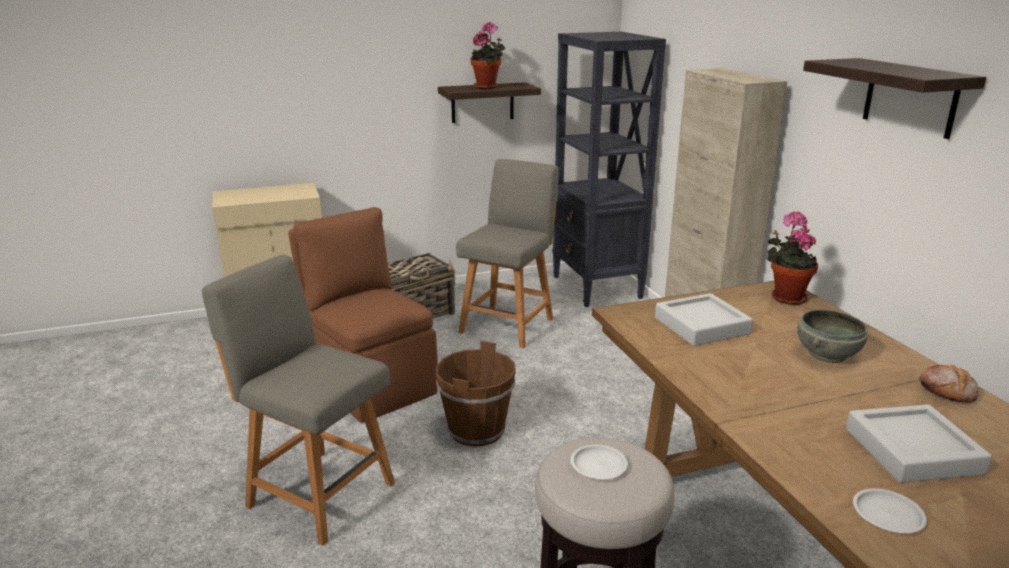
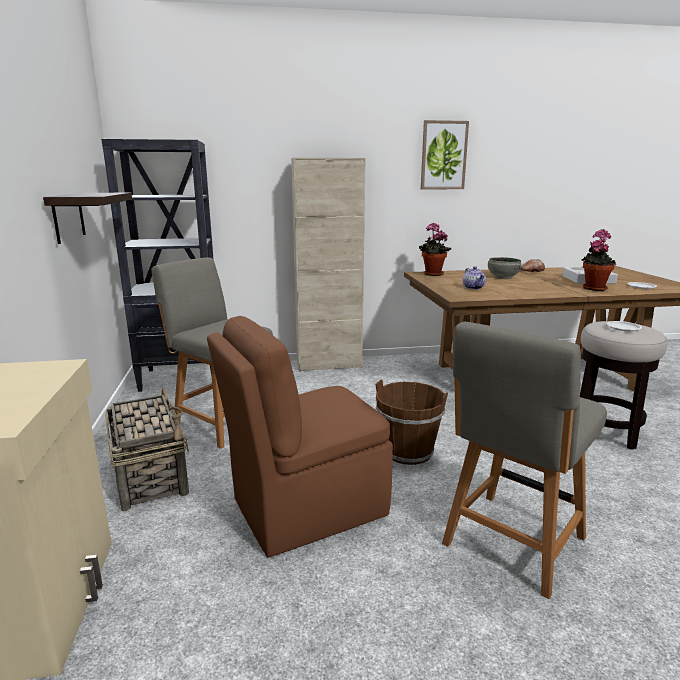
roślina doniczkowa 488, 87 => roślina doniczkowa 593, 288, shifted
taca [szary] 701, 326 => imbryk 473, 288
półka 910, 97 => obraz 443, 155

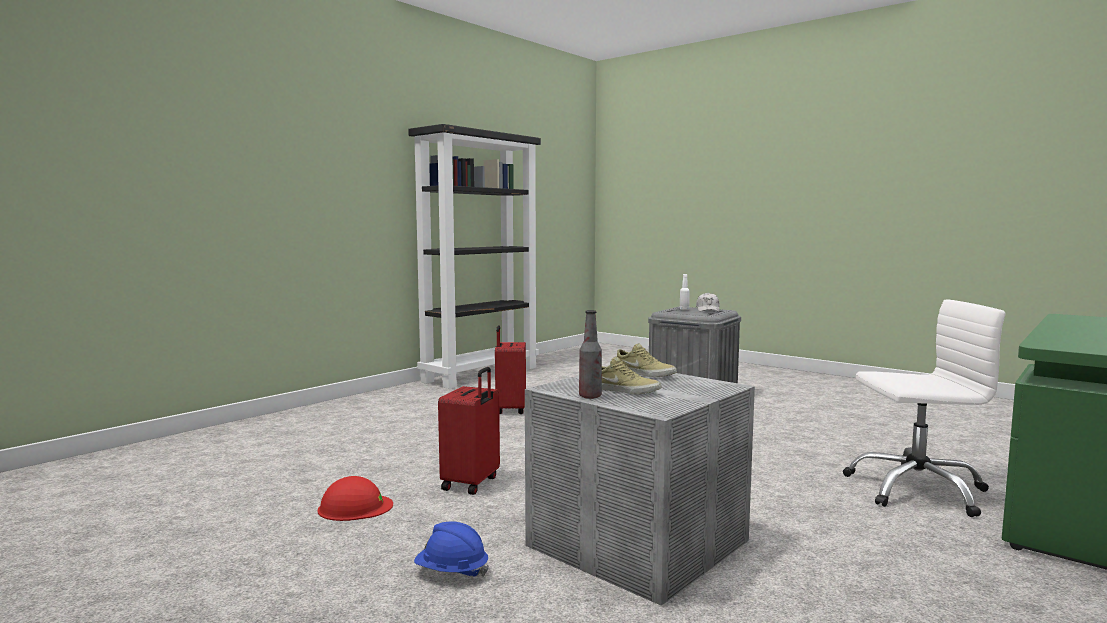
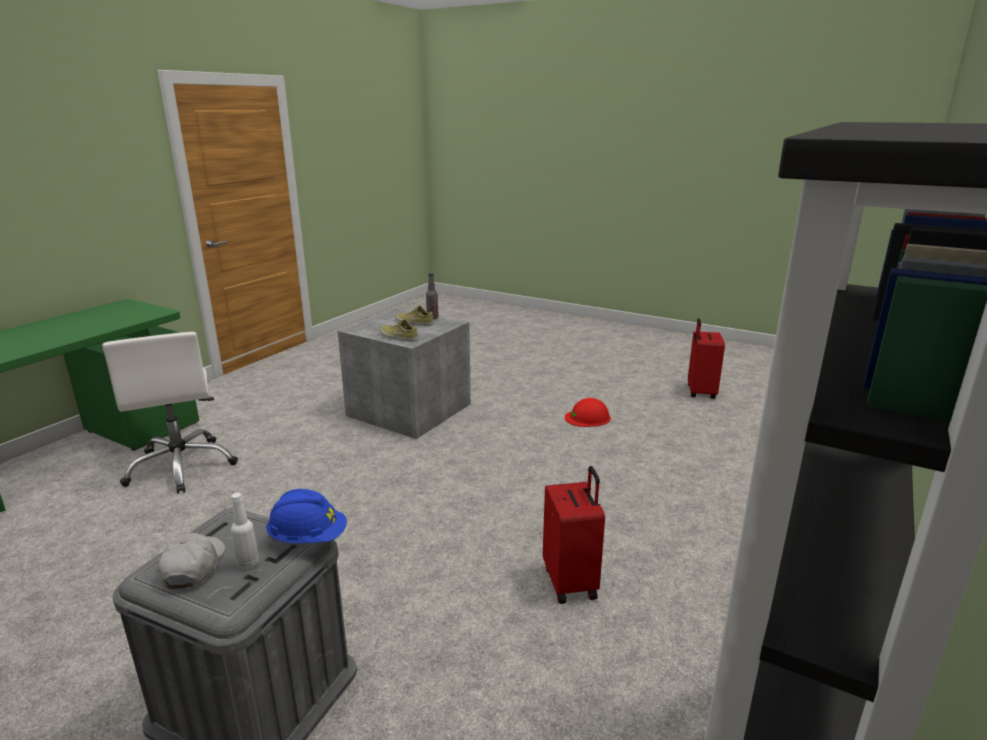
kask [niebieski] 451, 572 => kask [niebieski] 308, 538, shifted
walizka [czerwony] 472, 483 => walizka [czerwony] 700, 392, shifted
krzesło biurowe [biały] 916, 489 => krzesło biurowe [biały] 182, 466, 105 degrees counterclockwise

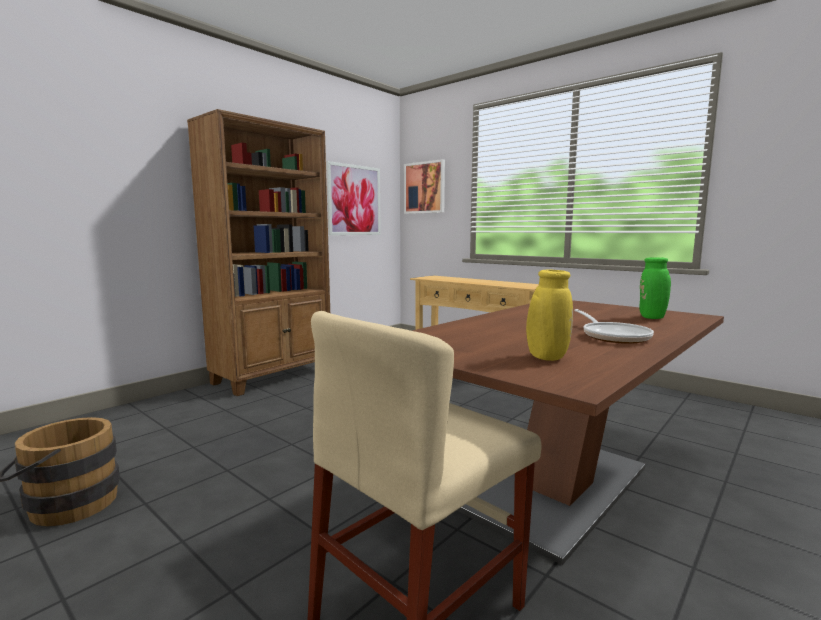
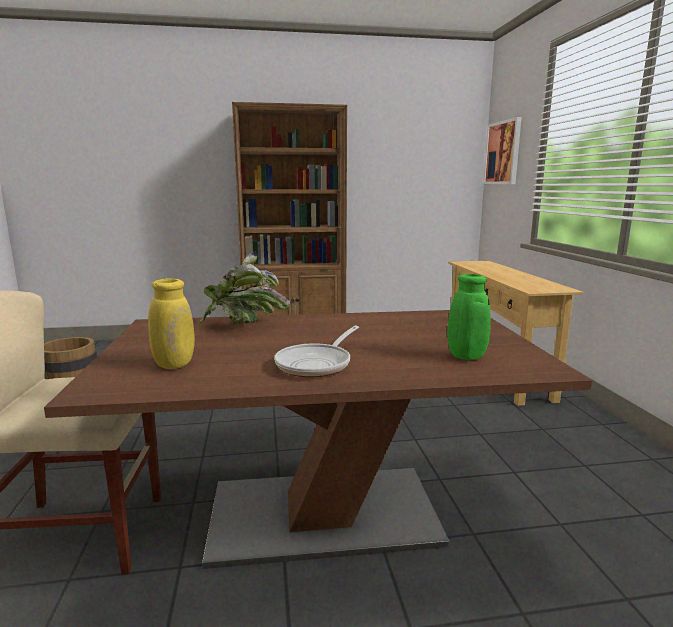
obraz 354, 200 => nothing
nothing => roślina doniczkowa 244, 326

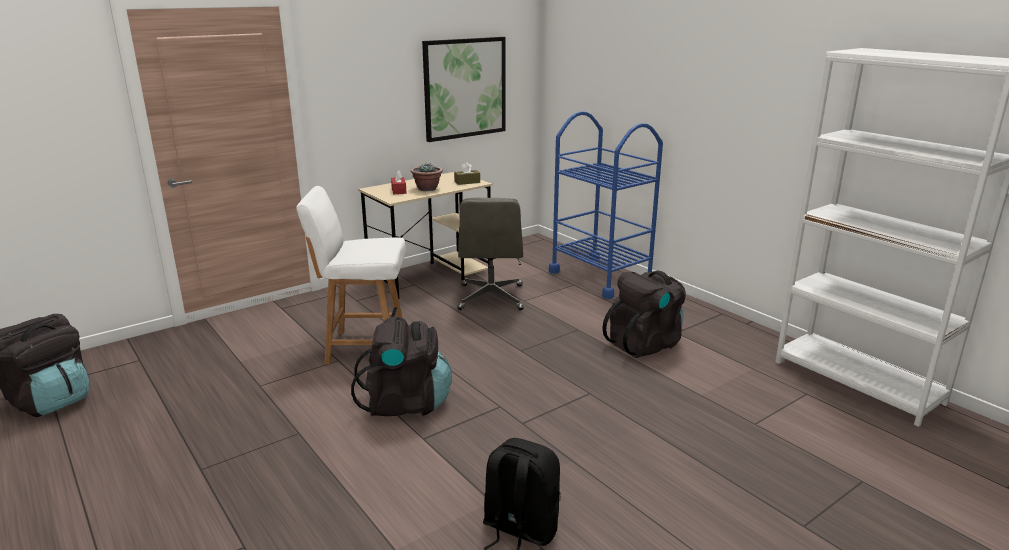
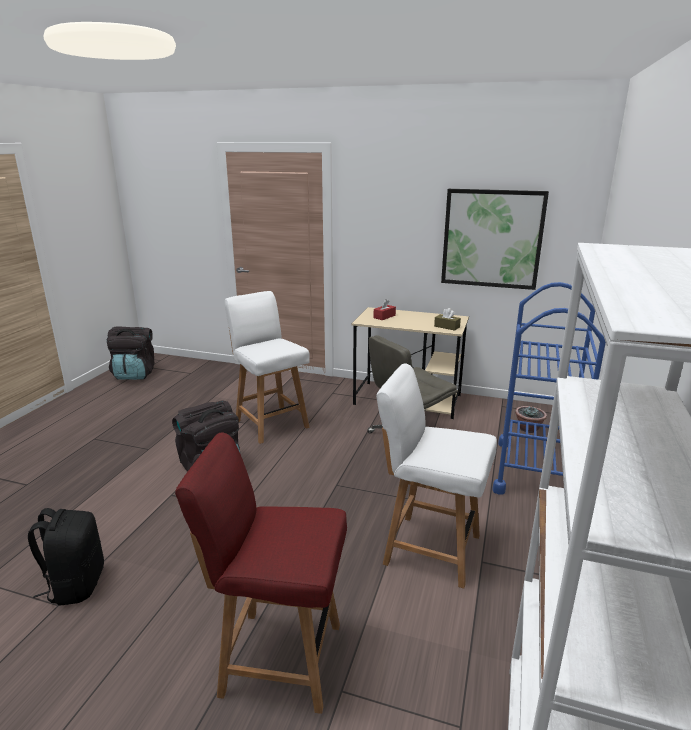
roślina doniczkowa 427, 189 => roślina doniczkowa 528, 429, shifted
plecak [czarny] 645, 344 => krzesło [biały] 429, 548
nothing => krzesło [czerwony] 278, 658

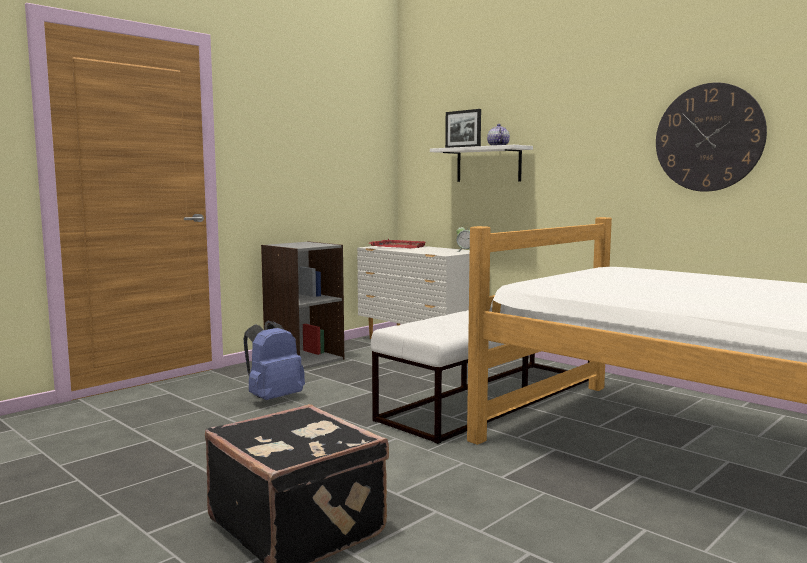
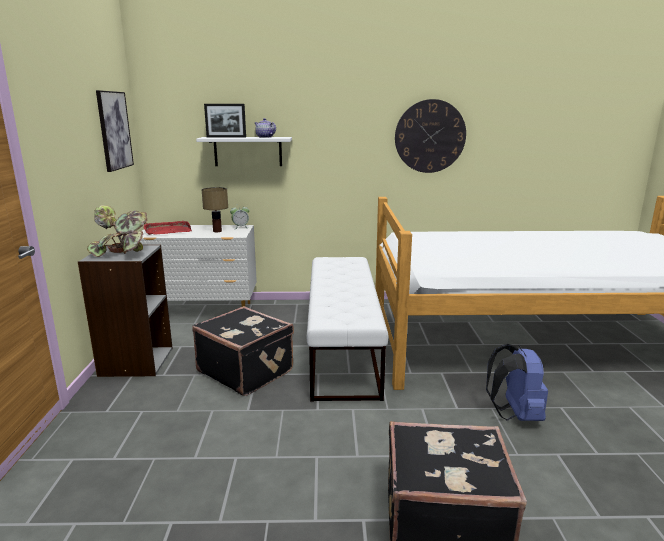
plecak [niebieski] 273, 398 => plecak [niebieski] 515, 415, shifted
nothing => roślina doniczkowa 123, 253
nothing => obraz 114, 130
nothing => walizka [czarny] 246, 371
nothing => lampa stołowa 217, 231

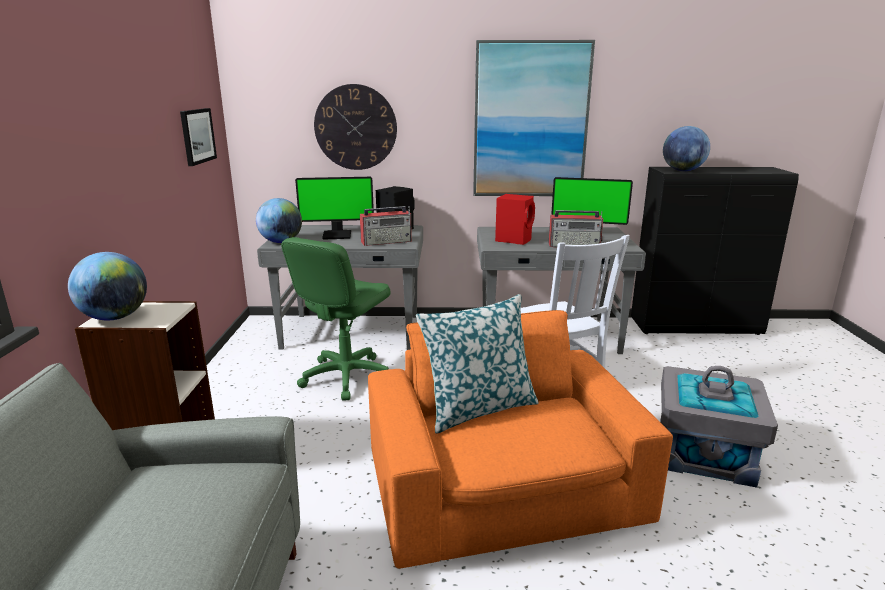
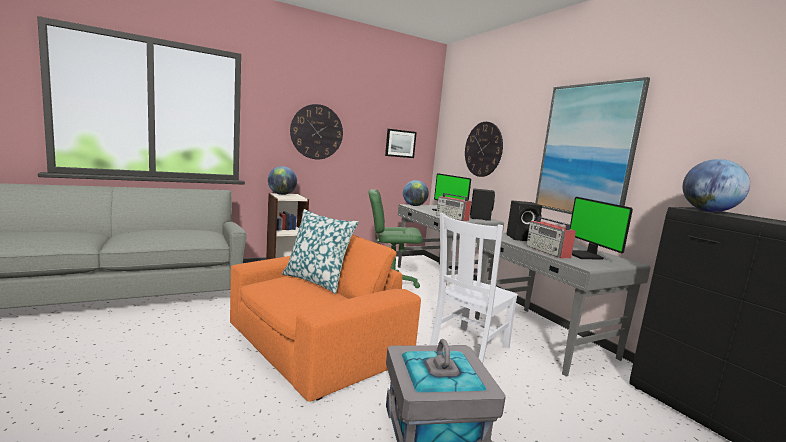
głośnik [czerwony] 514, 240 => głośnik [czarny] 522, 238
nothing => zegar ścienny 317, 132

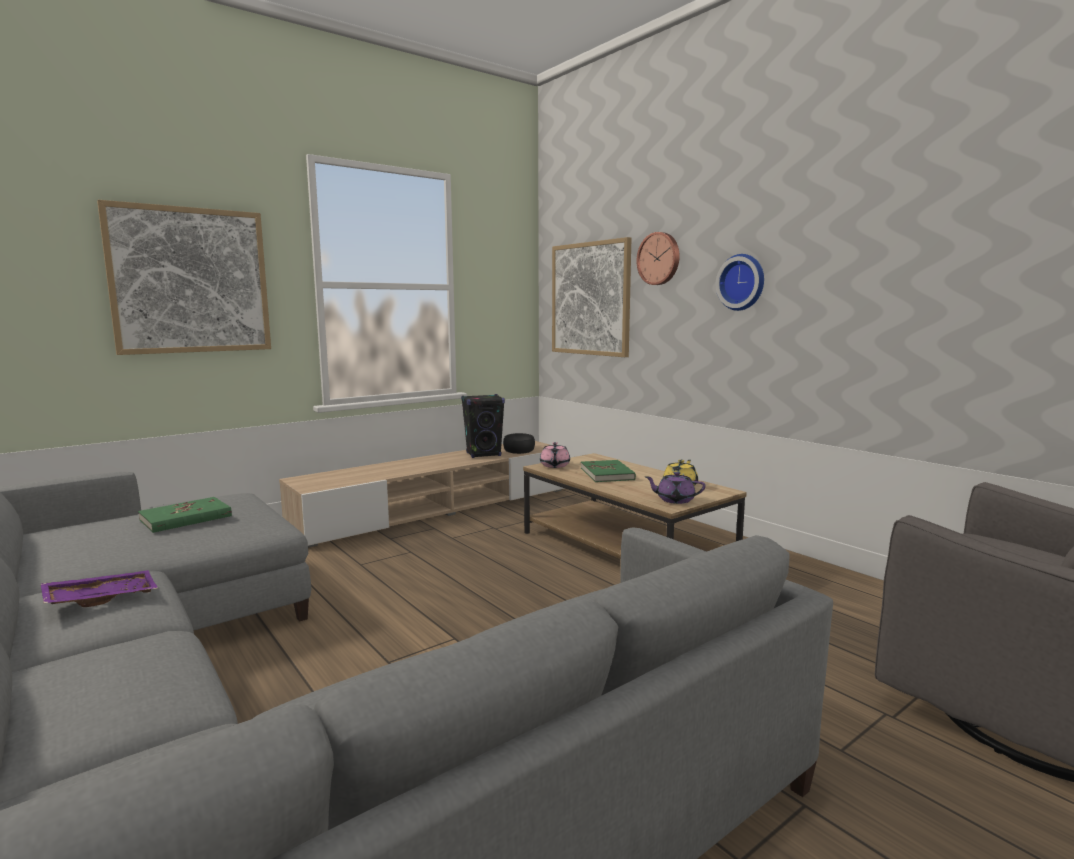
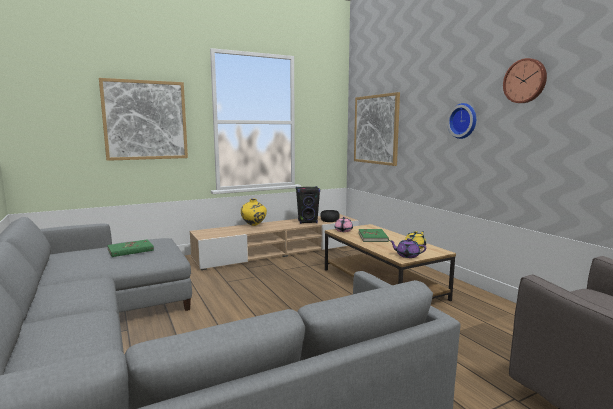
taca [fioletowy] 101, 598 => nothing
zegar ścienny 659, 258 => zegar ścienny 525, 81, shifted
nothing => wazon [żółty] 254, 225

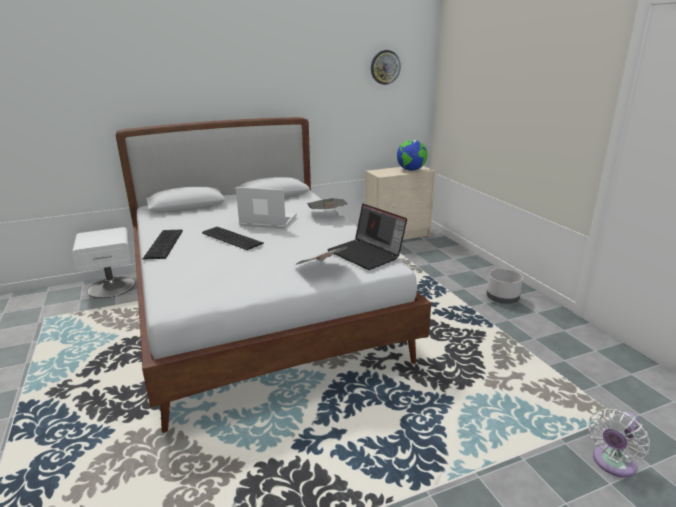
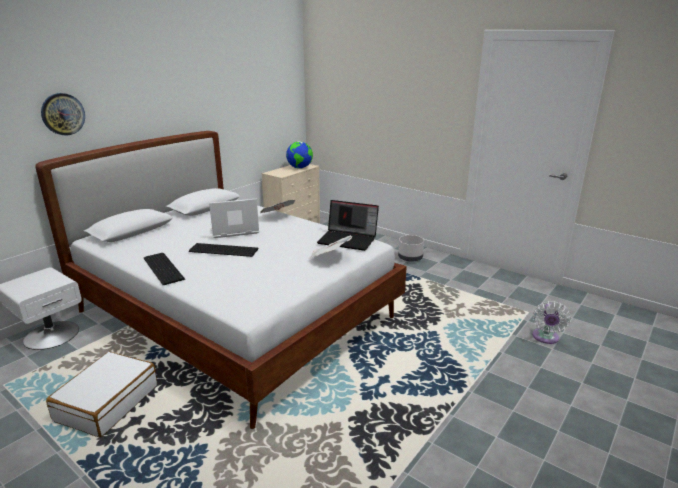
zegar ścienny 385, 67 => zegar ścienny 63, 114, shifted
nothing => walizka [biały] 107, 402

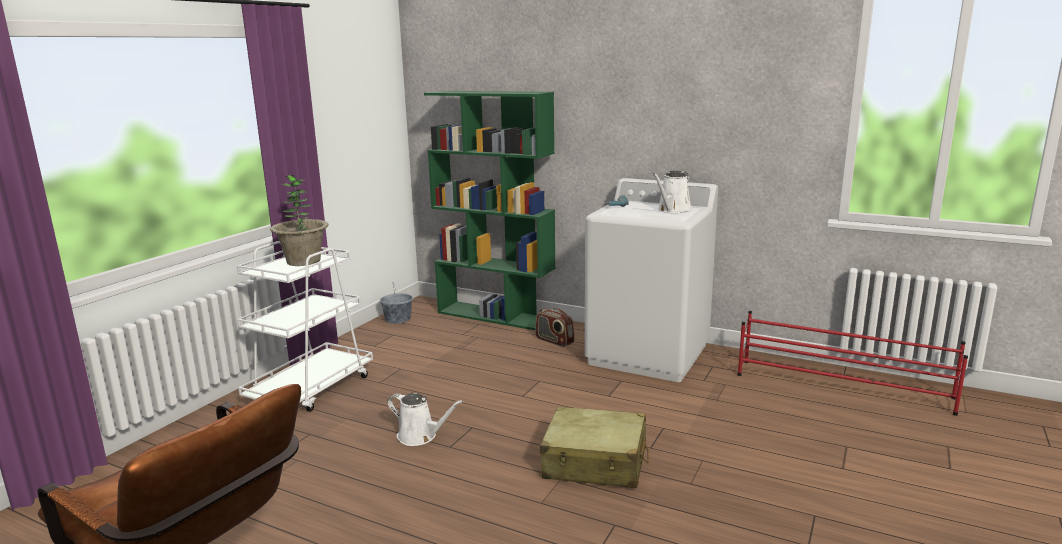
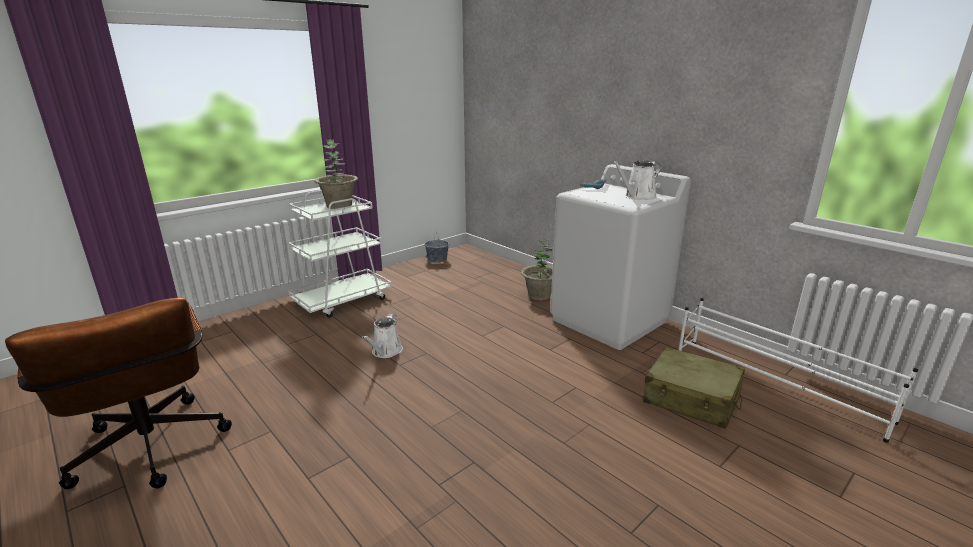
konewka [biały] 420, 436 => konewka [biały] 385, 352, 60 degrees clockwise
regał [zielony] 496, 316 => nothing
radio 554, 341 => roślina doniczkowa 539, 295
walizka [beżowy] 595, 463 => walizka [beżowy] 691, 399, shifted
regał na buty [czerwony] 843, 386 => regał na buty [biały] 776, 386

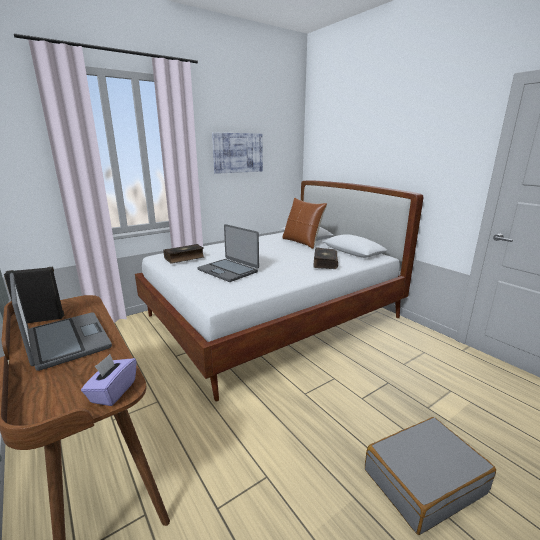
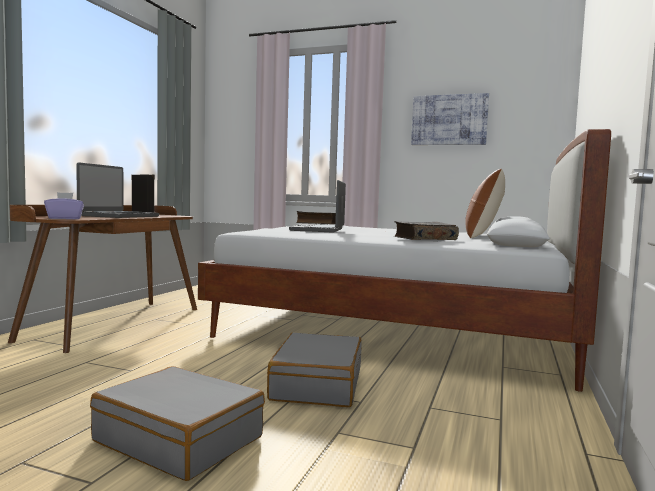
nothing => walizka [szary] 316, 384

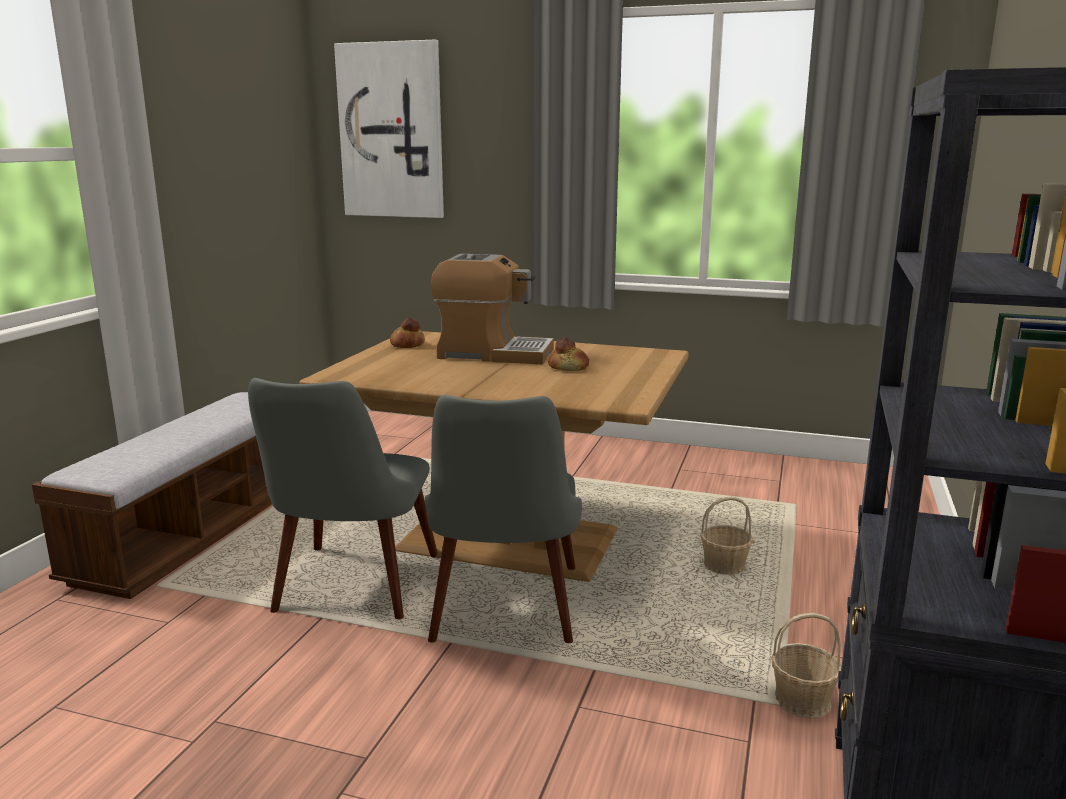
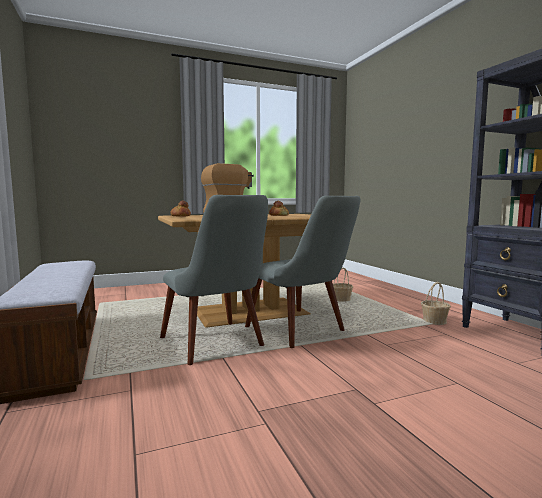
obraz 391, 131 => nothing

